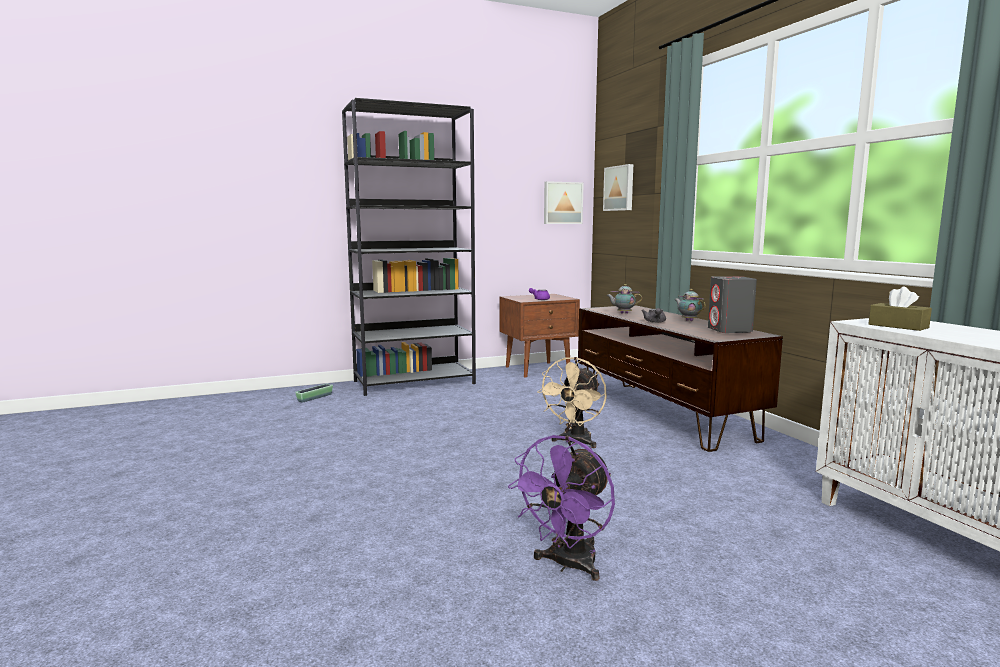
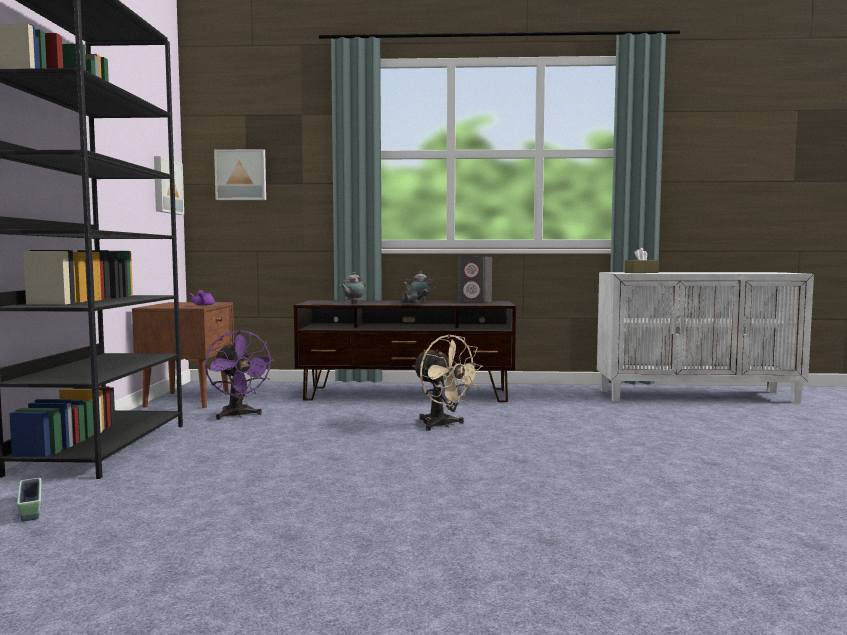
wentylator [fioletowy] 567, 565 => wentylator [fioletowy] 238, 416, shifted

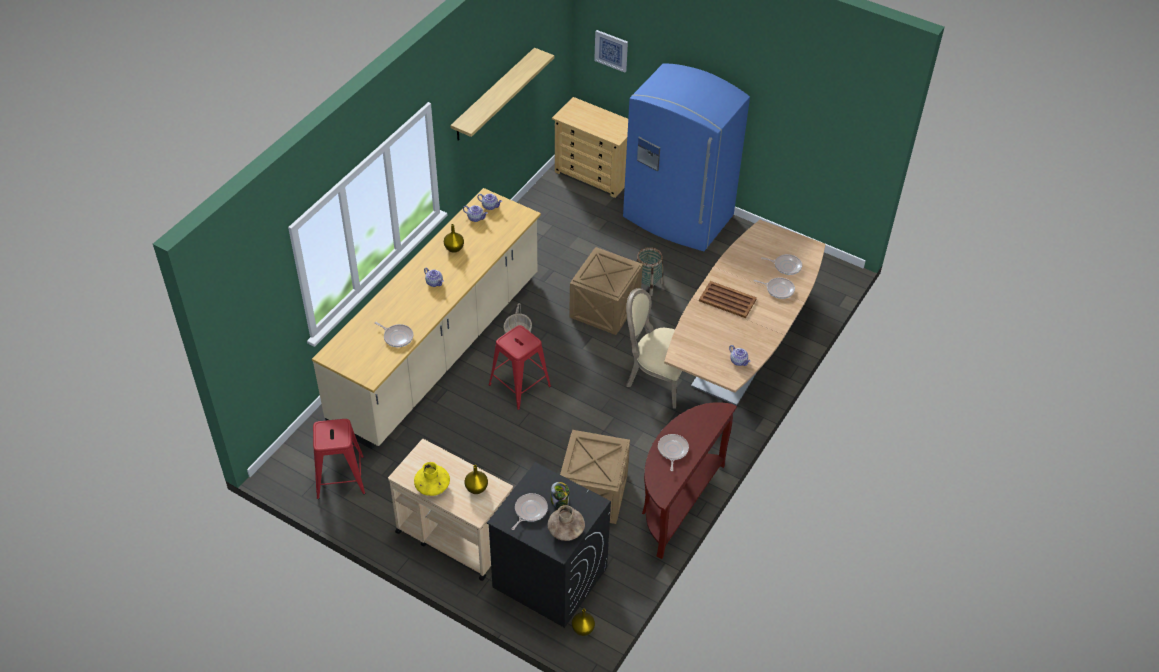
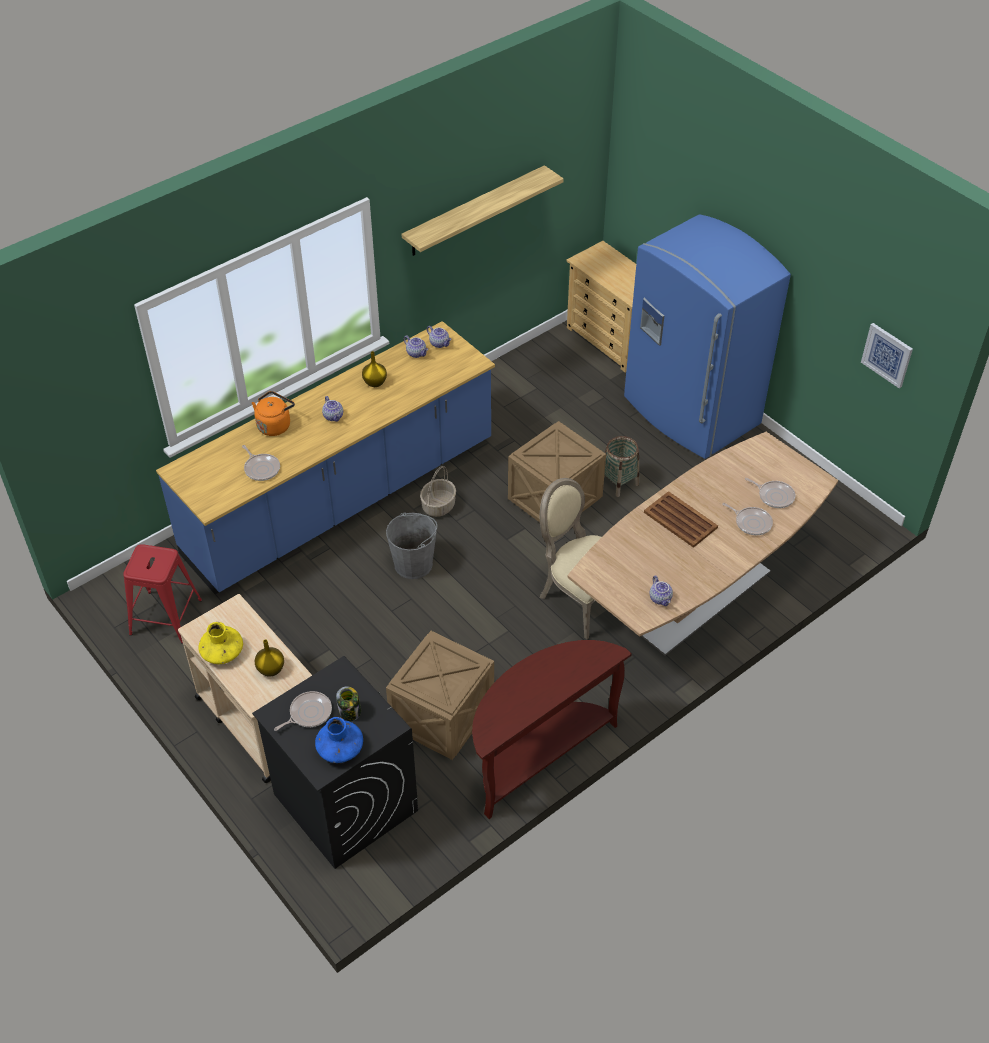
zabudowa kuchenna [beżowy] 438, 349 => zabudowa kuchenna [niebieski] 341, 499
stołek [czerwony] 519, 385 => wiadro [szary] 414, 564
wazon [brązowy] 566, 530 => wazon [niebieski] 340, 749
wazon [żółty] 582, 629 => nothing
obraz 611, 50 => obraz 887, 354, shifted
patelnia 672, 450 => nothing
nothing => czajnik [pomarańczowy] 275, 425

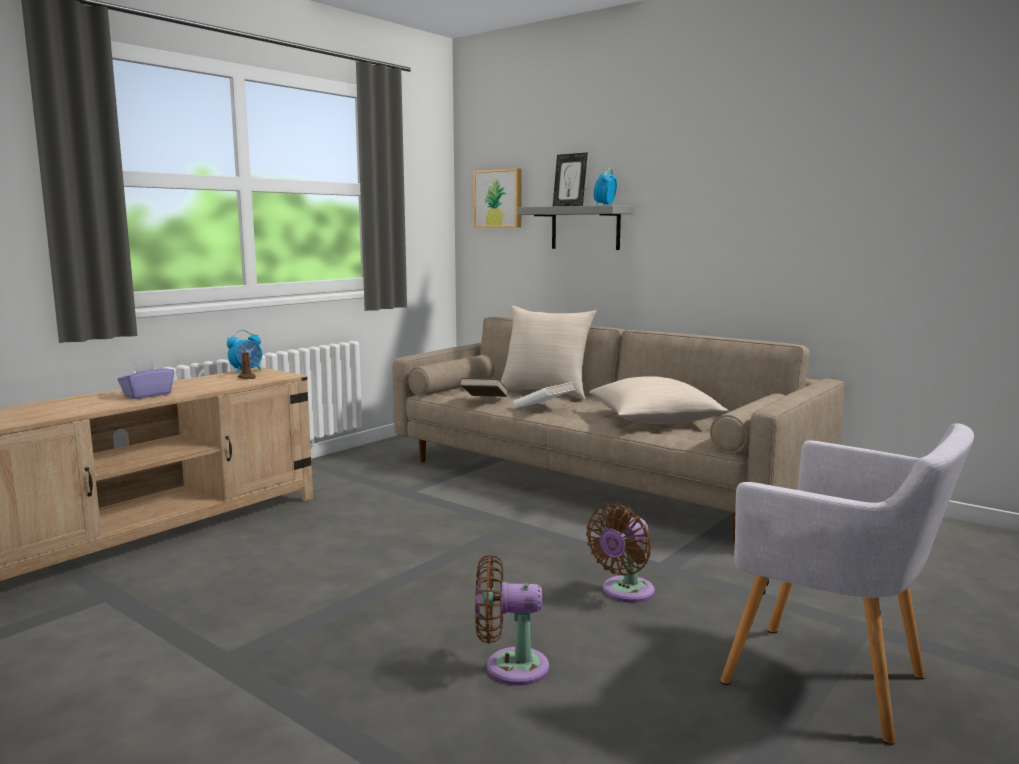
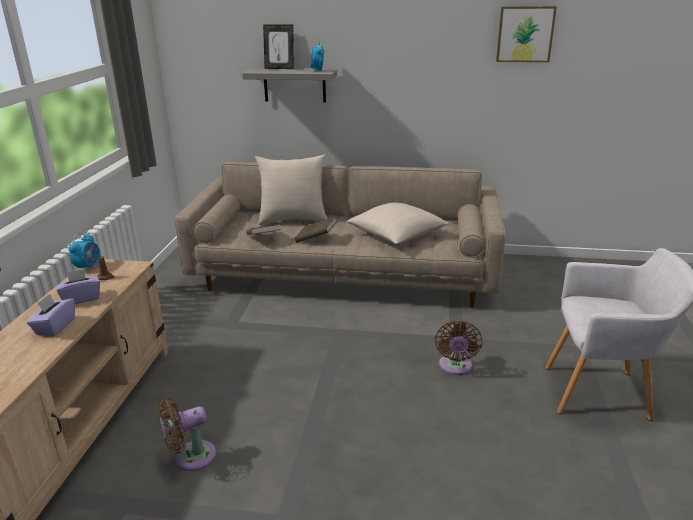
obraz 499, 199 => obraz 525, 34, shifted
wentylator [brązowy] 509, 667 => wentylator [brązowy] 190, 457, shifted
książka [biały] 543, 408 => książka [brązowy] 316, 239
nothing => pudełko chusteczek [fioletowy] 81, 298

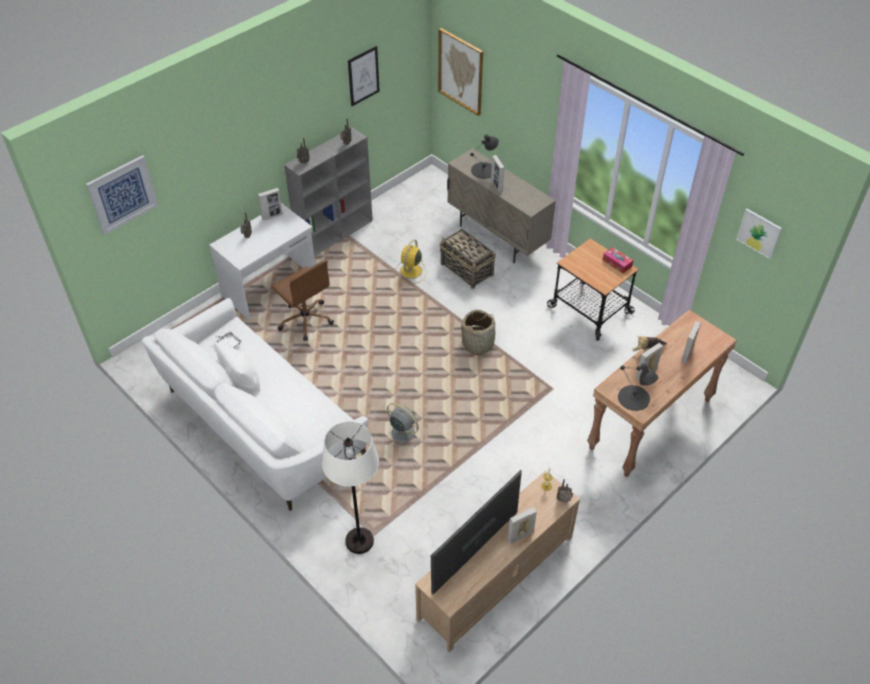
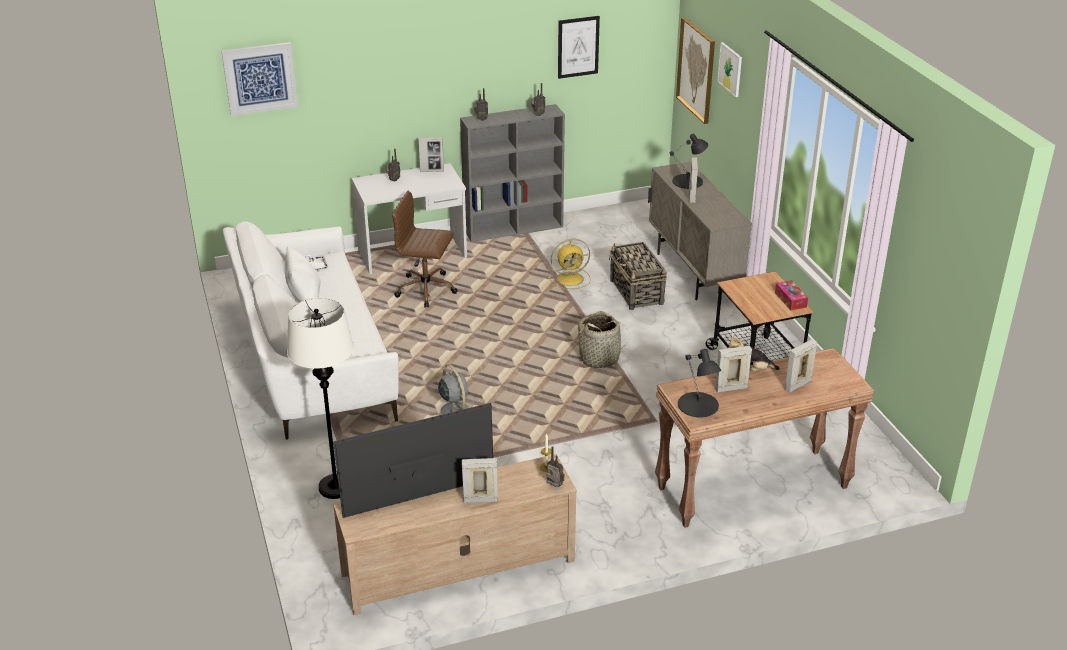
krzesło biurowe [brązowy] 305, 320 => krzesło biurowe [brązowy] 427, 290, 120 degrees clockwise
wentylator [żółty] 410, 272 => wentylator [żółty] 571, 279, 150 degrees counterclockwise
obraz 759, 233 => obraz 730, 69, shifted

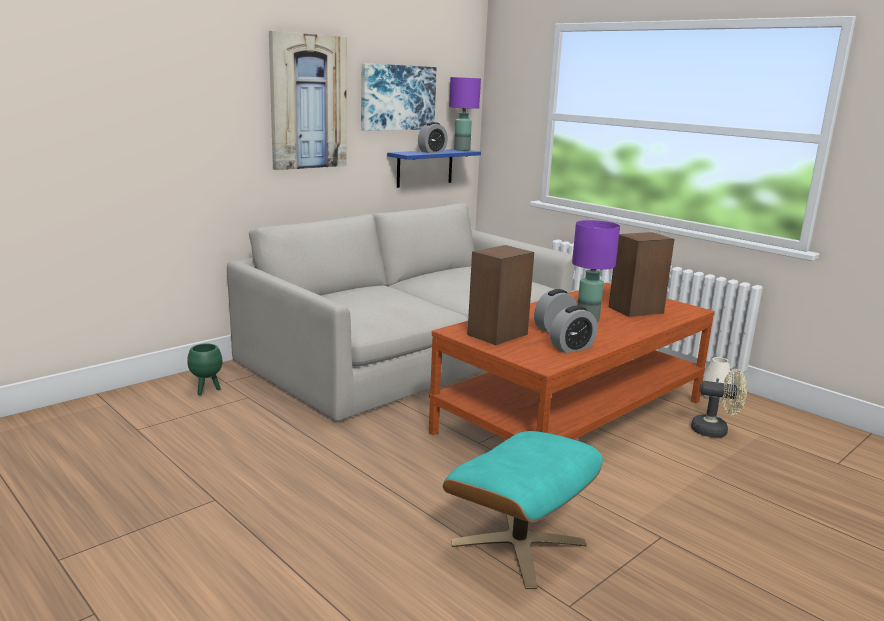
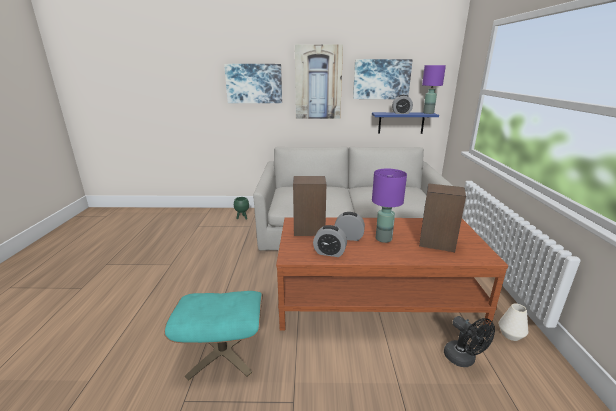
wentylator [beżowy] 715, 431 => wentylator [czarny] 463, 359
nothing => obraz 254, 83

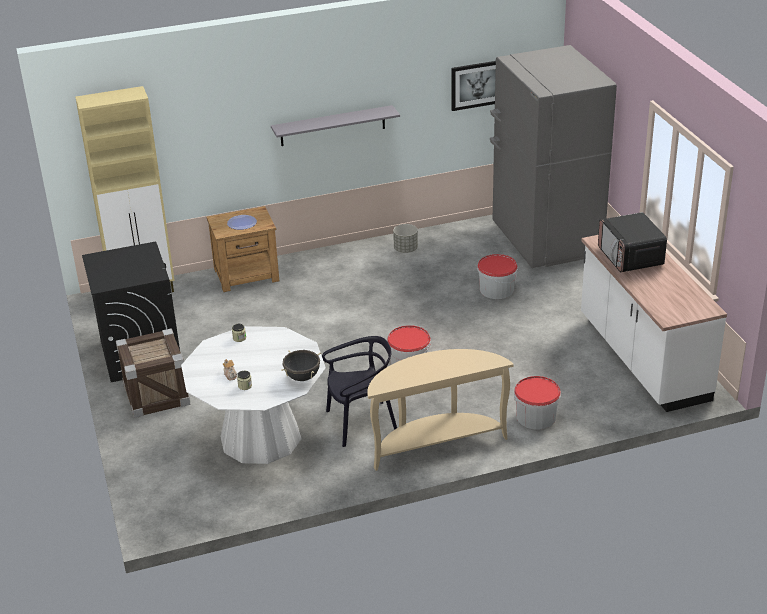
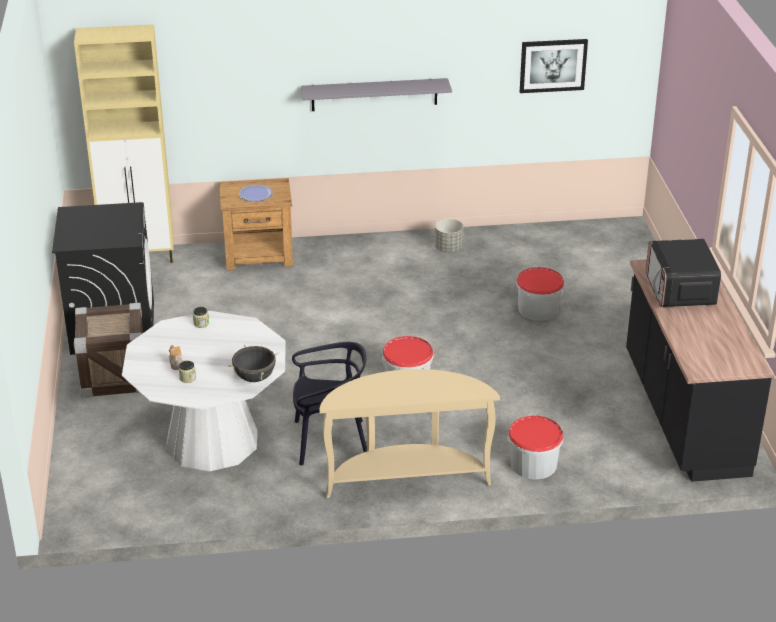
lodówka [szary] 545, 241 => nothing
zabudowa kuchenna [biały] 642, 359 => zabudowa kuchenna [czarny] 683, 414

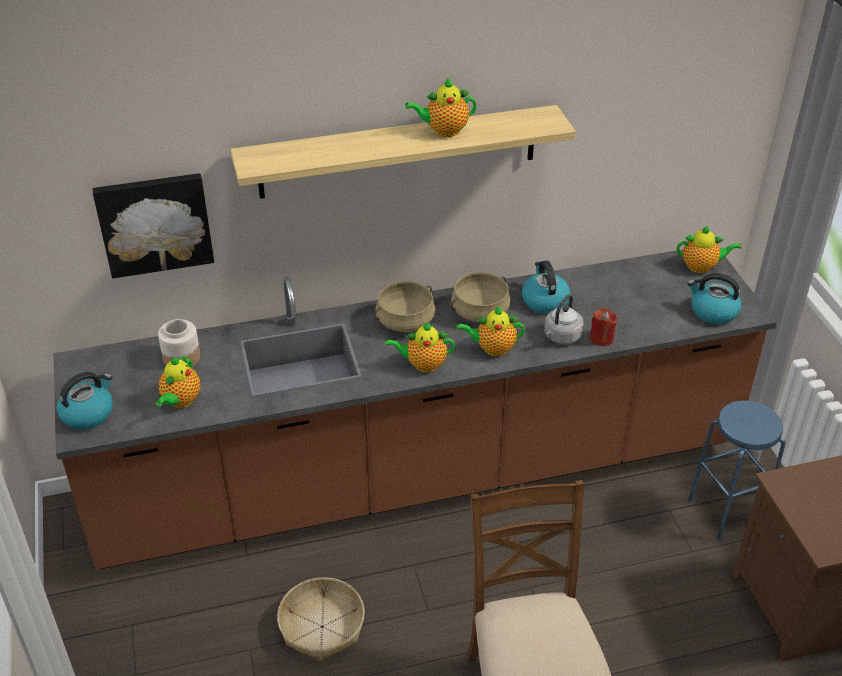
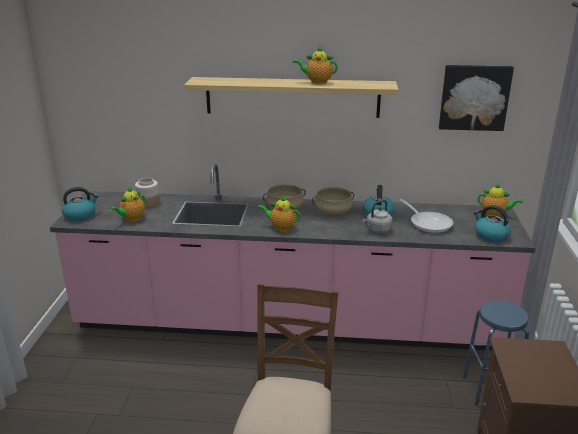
zabudowa kuchenna [brązowy] 421, 476 => zabudowa kuchenna [różowy] 289, 325
obraz 155, 223 => obraz 474, 97, shifted
koszyk 321, 627 => nothing
imbryk 492, 348 => nothing
świeca [czerwony] 601, 338 => nothing
nothing => patelnia 428, 223

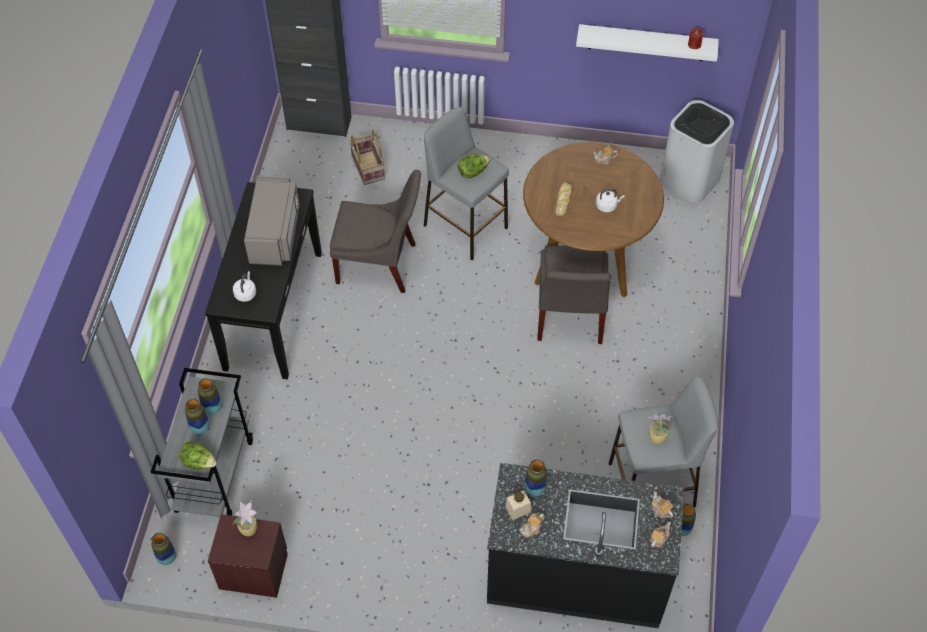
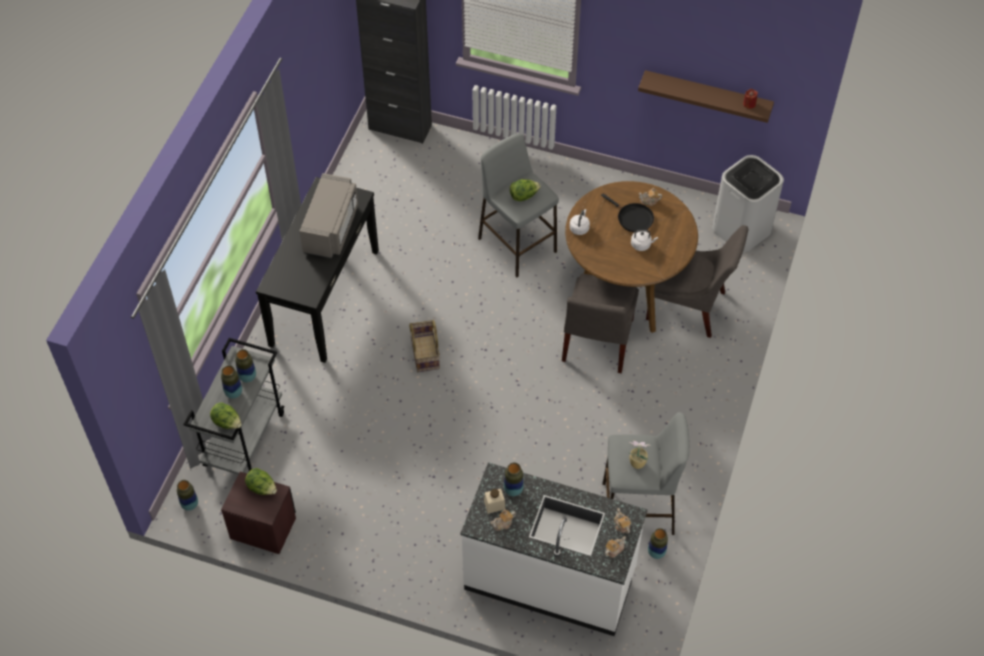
czajnik [biały] 245, 293 => czajnik [biały] 579, 228, shifted
roślina doniczkowa 249, 529 => sałata 262, 488
krzesło [szary] 380, 265 => krzesło [szary] 689, 307, shifted
koszyk 367, 168 => koszyk 424, 353, shifted
zabudowa kuchenna [czarny] 576, 576 => zabudowa kuchenna [biały] 550, 578
chleb 563, 201 => nothing
półka [biały] 646, 42 => półka [brązowy] 707, 95
nothing => patelnia [czarny] 633, 218

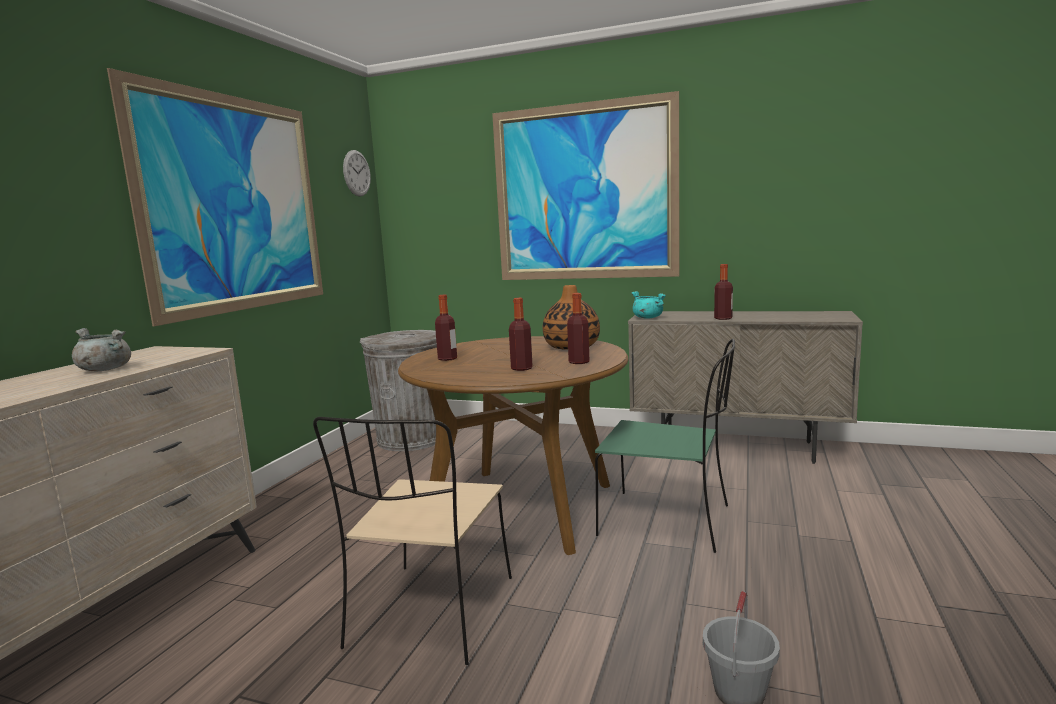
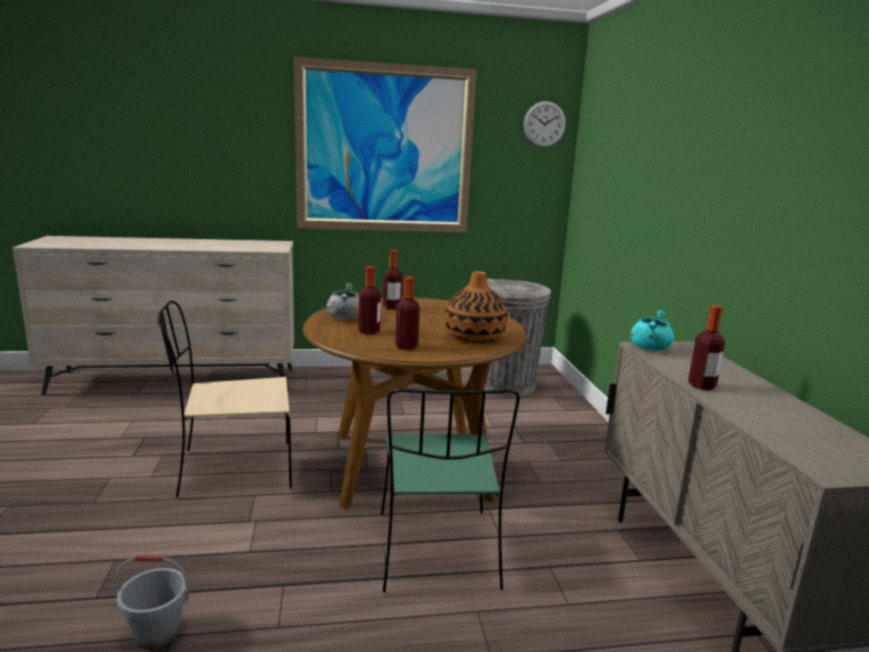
garnek [szary] 104, 369 => garnek [szary] 344, 318, shifted
obraz 584, 193 => nothing

